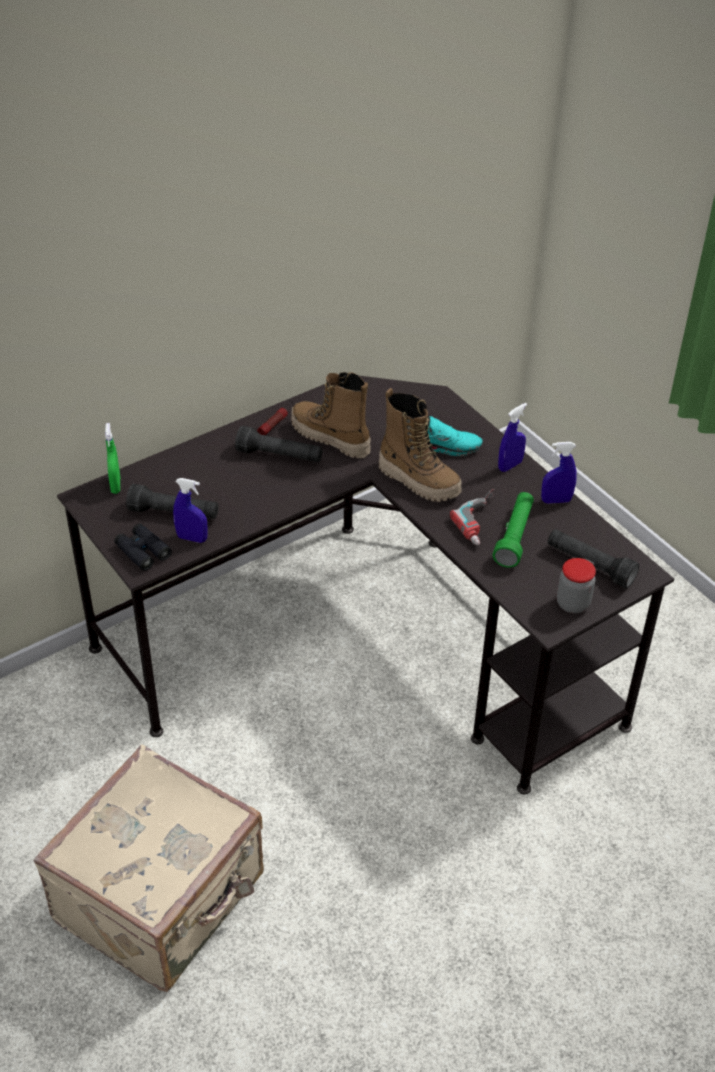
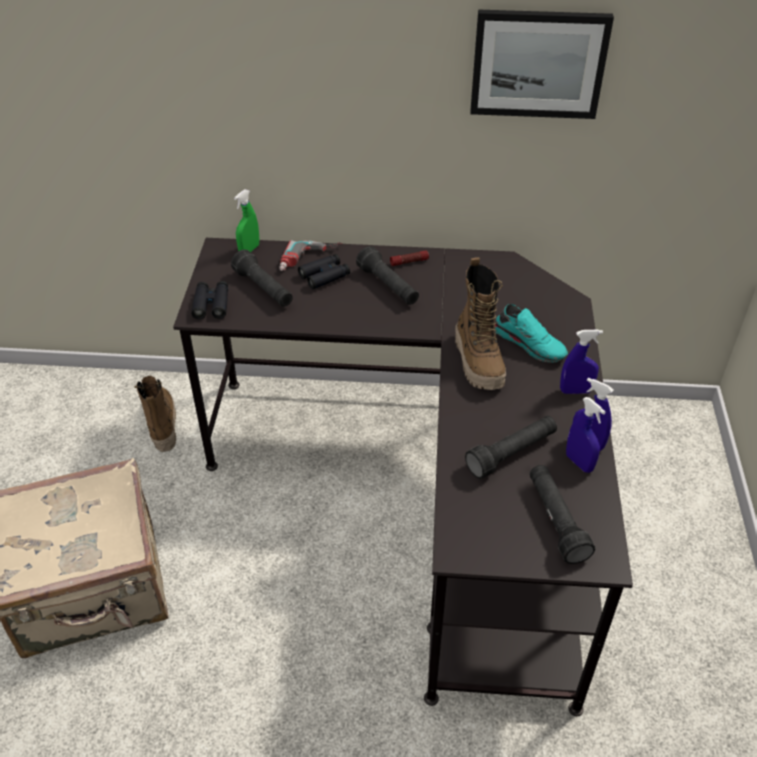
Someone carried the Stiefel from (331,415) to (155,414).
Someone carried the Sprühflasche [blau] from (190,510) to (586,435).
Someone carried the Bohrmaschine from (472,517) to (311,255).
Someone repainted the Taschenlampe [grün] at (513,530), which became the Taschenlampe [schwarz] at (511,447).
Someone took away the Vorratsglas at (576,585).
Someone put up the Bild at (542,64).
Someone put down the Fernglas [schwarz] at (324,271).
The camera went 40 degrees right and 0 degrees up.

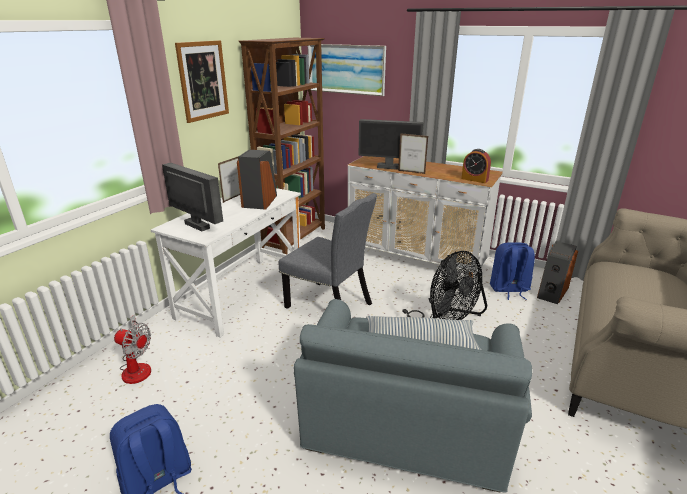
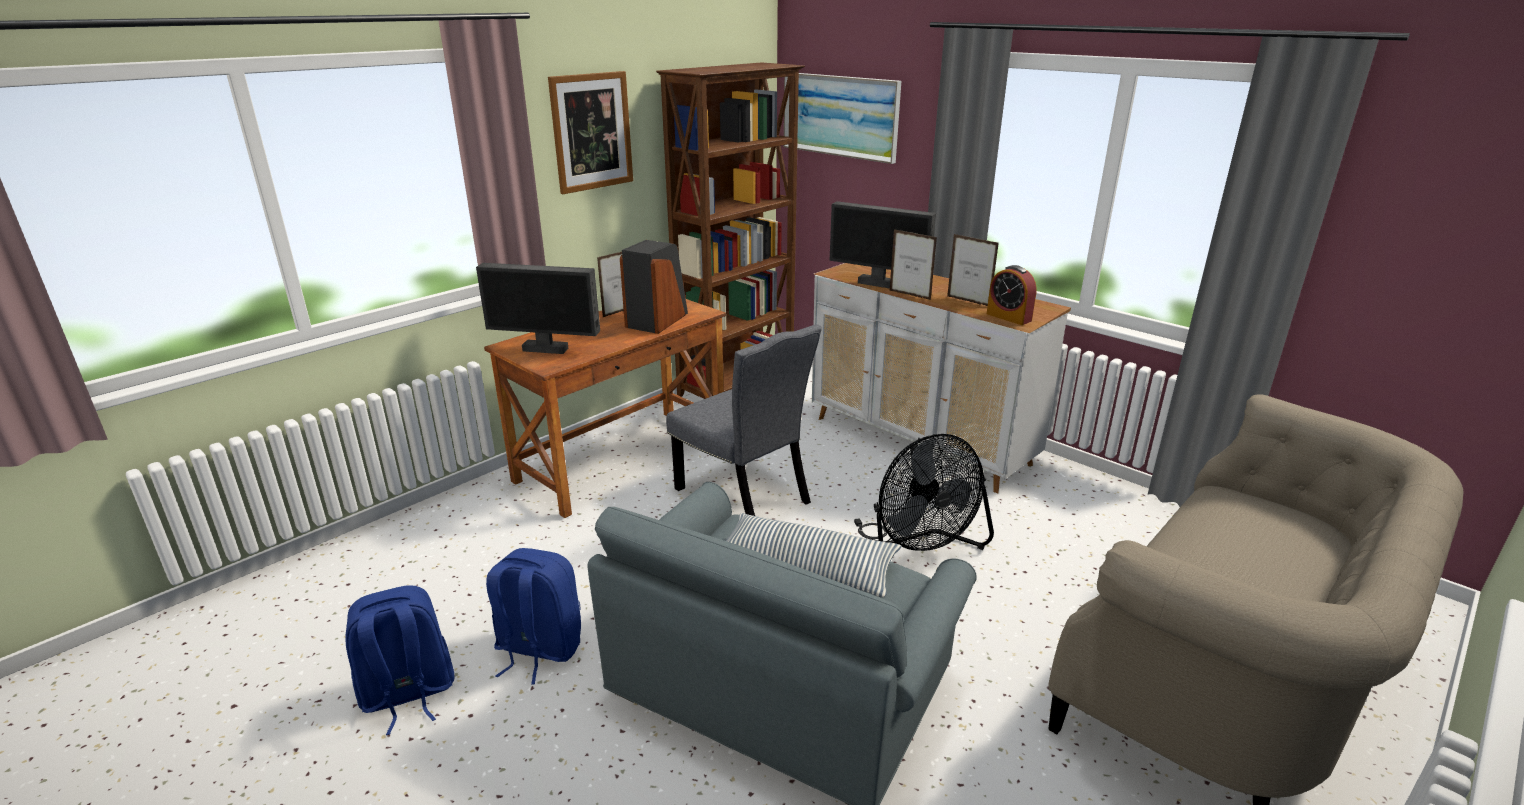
Someone rotated the Monitor at (192,197) by 135 degrees clockwise.
Someone repainted the Schreibtisch [weiß] at (226,263), which became the Schreibtisch [braun] at (605,408).
Someone took away the Lautsprecher at (557,272).
Someone carried the Rucksack [blau] from (512,271) to (533,616).
Someone took away the Ventilator at (132,349).
Someone put down the Bilderrahmen at (973,270).
The camera went 15 degrees right and 0 degrees up.

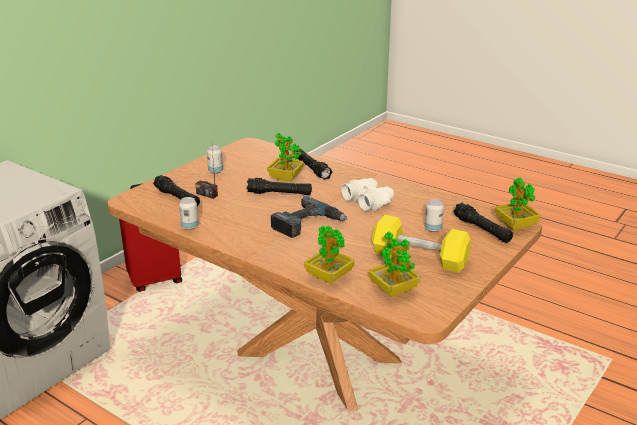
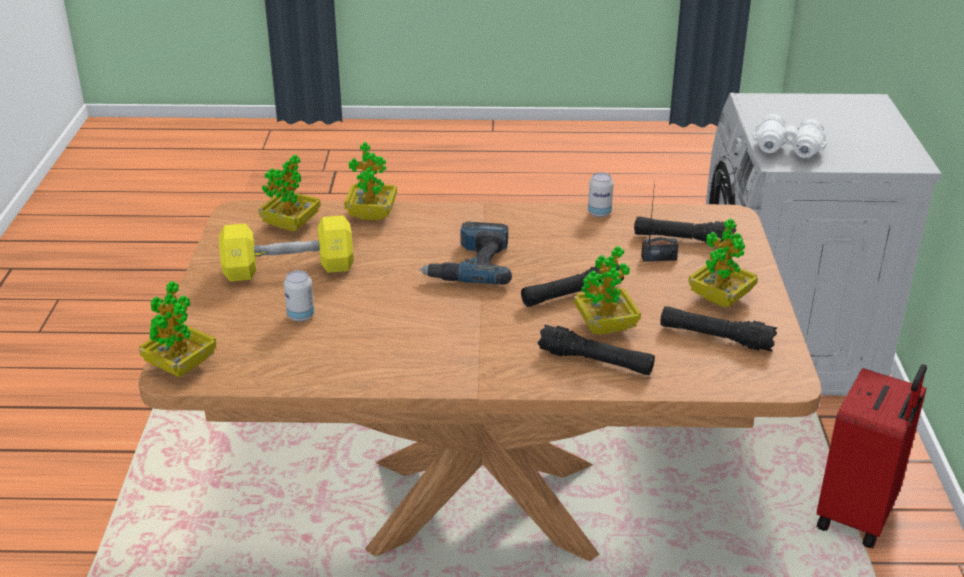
Someone swapped the Dose at (215,159) for the Topfpflanze at (723,262).
Someone carried the Fernglas [weiß] from (367,194) to (790,136).
Someone carried the Taschenlampe [schwarz] from (483,223) to (718,329).
The camera went 145 degrees right and 5 degrees up.

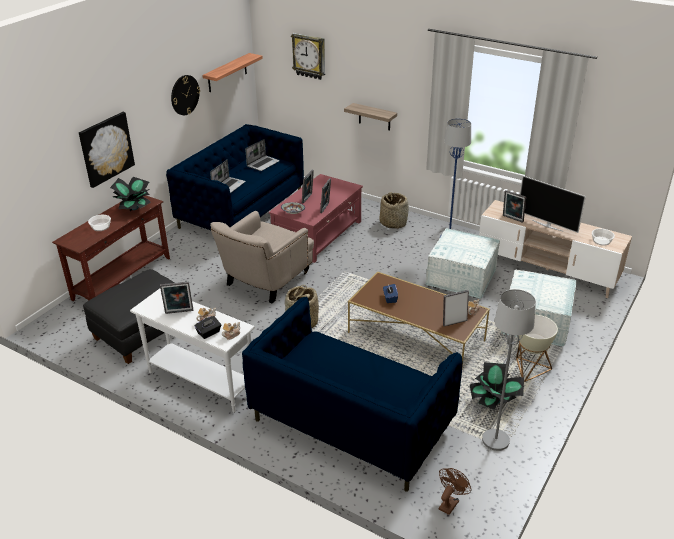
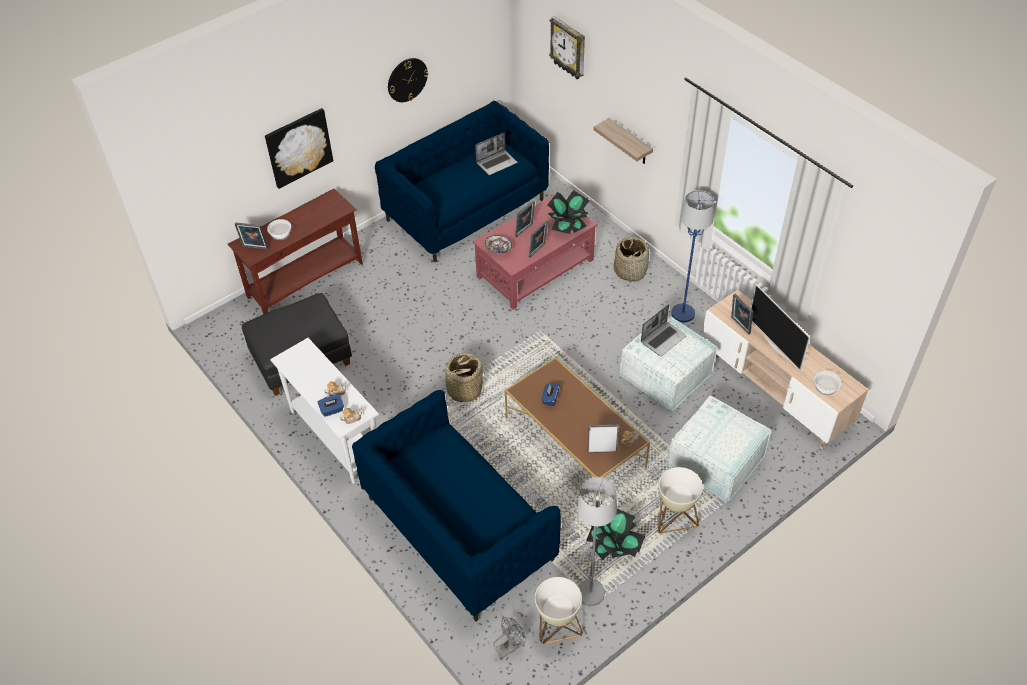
Someone took away the Wandregal at (232,72).
Someone carried the Laptop from (228,176) to (664,330).
Someone carried the Topfpflanze from (130,194) to (568,212).
Someone took away the Sessel [beige] at (262,257).
Someone carried the Bilderrahmen from (176,298) to (251,235).
Someone repainted the Taschentuchbox [schwarz] at (208,327), which became the Taschentuchbox [blau] at (330,405).
Someone repainted the Ventilator [braun] at (455,491), which became the Ventilator [grau] at (509,637).
Someone put down the Pflanzkübel at (559,610).
The camera went 20 degrees right and 15 degrees up.

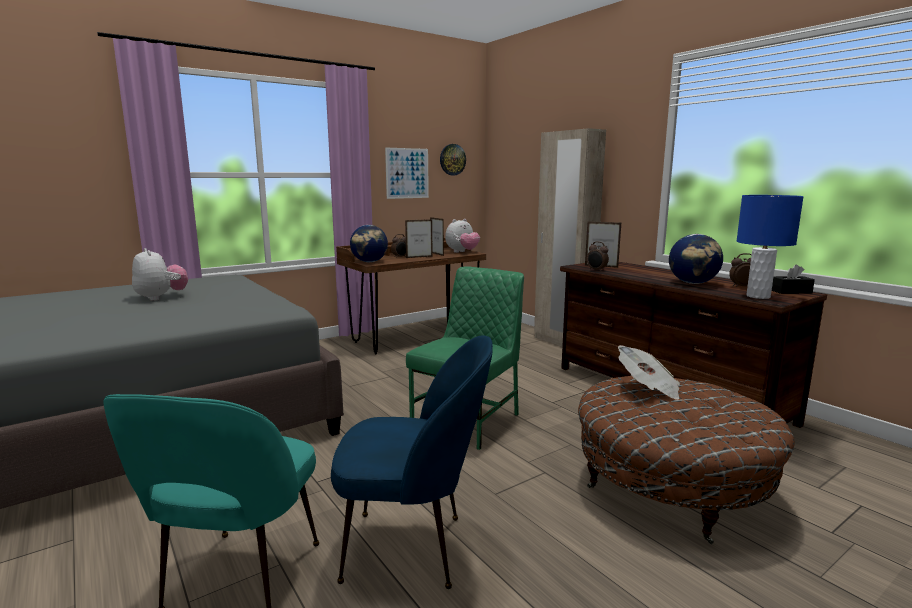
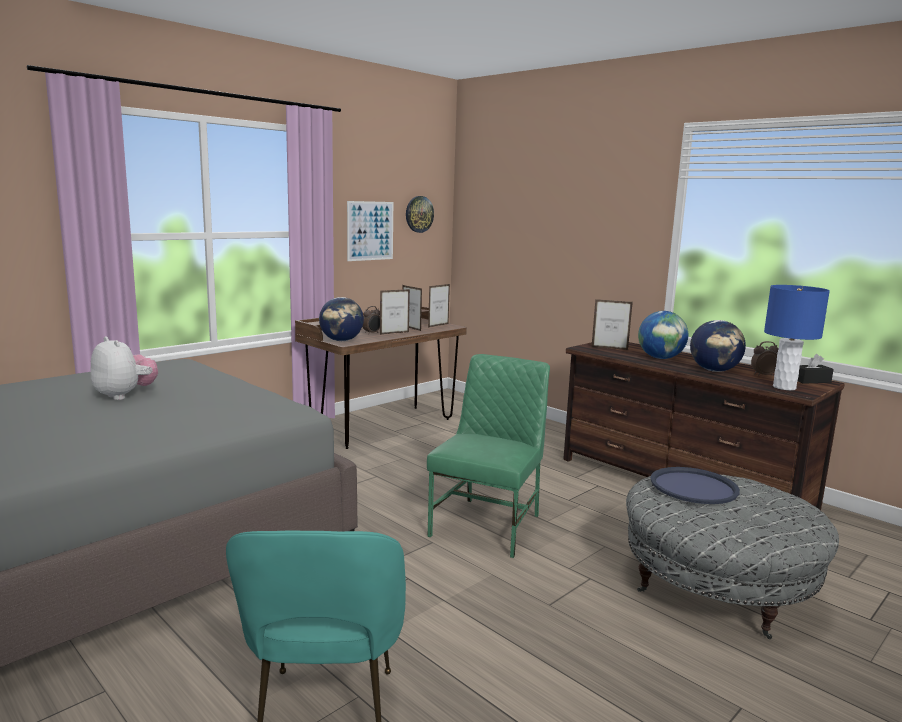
Someone took away the Kleiderschrank [beige] at (570,237).
Someone swapped the Plüschtier at (462,236) for the Bilderrahmen at (439,305).
Someone took away the Wecker at (598,256).
Someone took away the Stuhl [blau] at (412,462).
Someone swapped the Zeitung at (649,372) for the Tablett [blau] at (695,485).
Someone repainted the Polsterhocker [braun] at (686,460), which became the Polsterhocker [grau] at (732,556).
Someone put down the Globus at (663,335).
The camera went 10 degrees left and 0 degrees up.

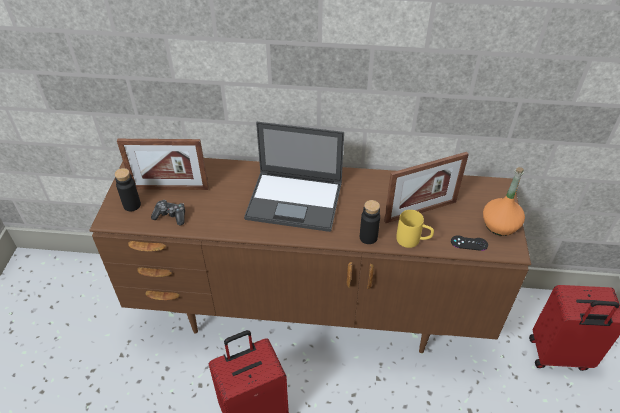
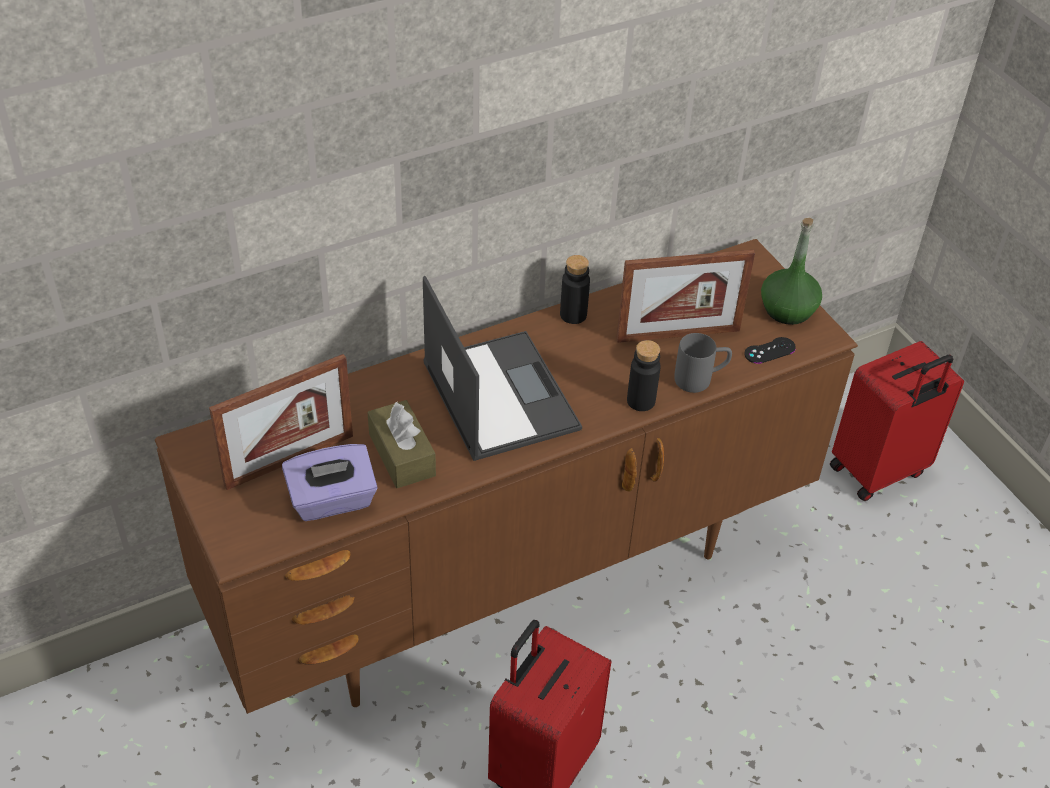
Someone rotated the Laptop at (294,177) by 90 degrees counterclockwise.
Someone rotated the Bilderrahmen at (426,187) by 45 degrees clockwise.
Someone repainted the Flasche [orange] at (504,201), which became the Flasche [grün] at (791,271).
Someone carried the Flasche [schwarz] from (127,190) to (575,289).
Someone swapped the Gamepad at (168,212) for the Taschentuchbox [lila] at (330,482).
Someone repainted the Henkelbecher [gelb] at (415,229), which became the Henkelbecher [grau] at (703,363).
Someone put down the Taschentuchbox [braun] at (402,444).
The camera went 35 degrees left and 0 degrees up.

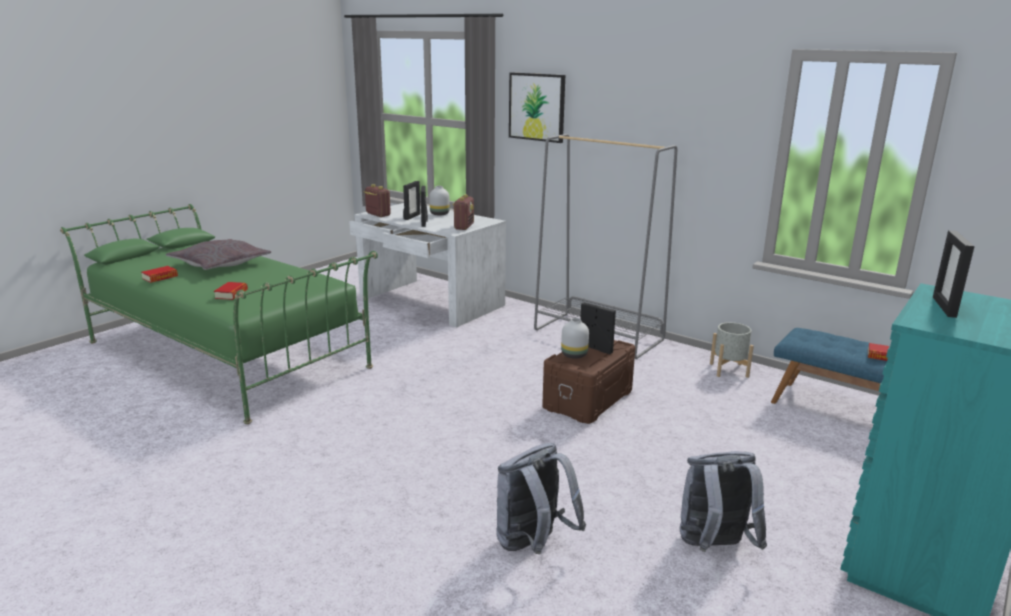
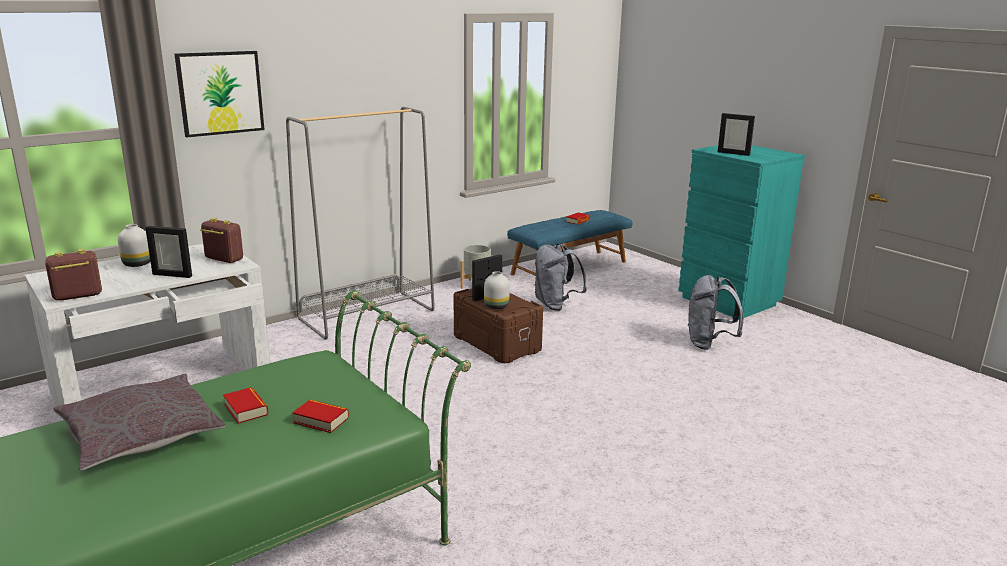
Someone took away the Bilderrahmen at (412,200).
Someone carried the Buch from (159,274) to (245,405).
Someone carried the Rucksack [grau] from (541,498) to (561,277).
The camera went 75 degrees left and 0 degrees up.

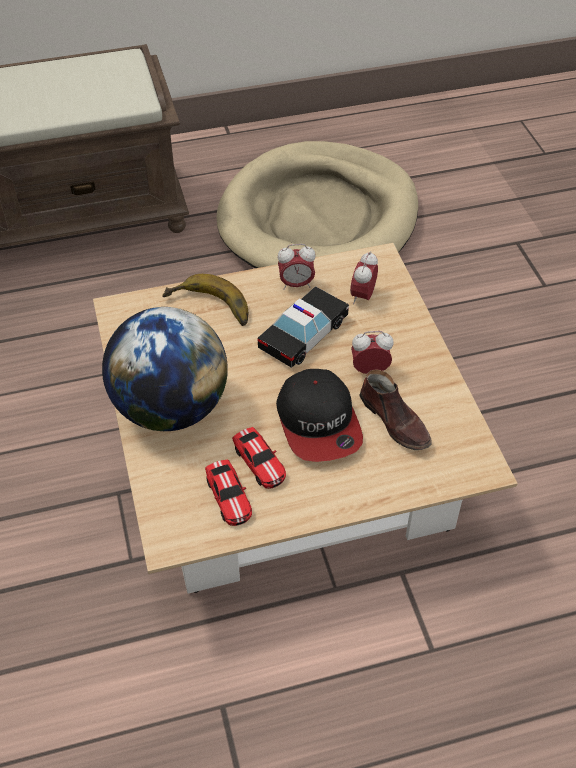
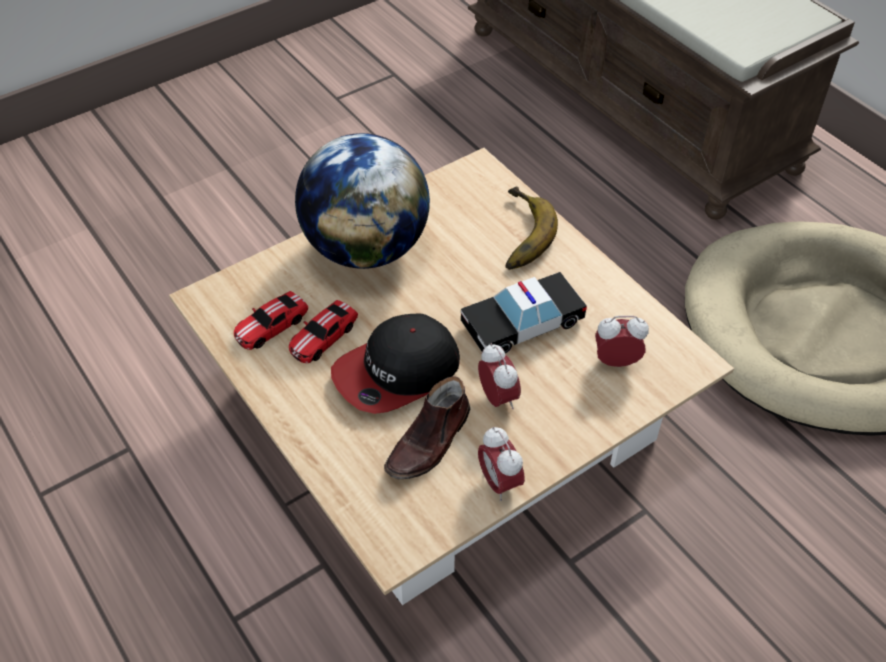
Someone carried the Wecker from (297,267) to (501,464).
Someone rotated the Spielzeugauto at (303,327) by 135 degrees clockwise.
The camera went 70 degrees right and 0 degrees up.

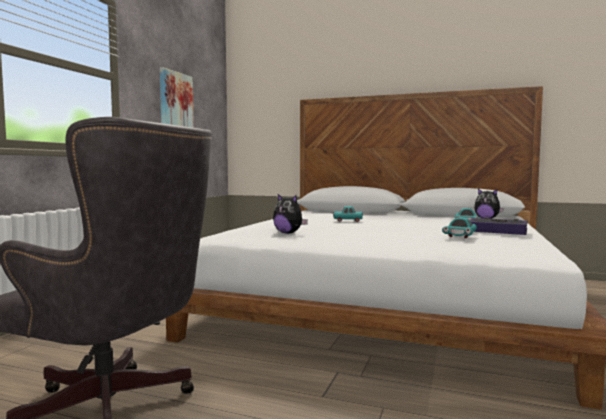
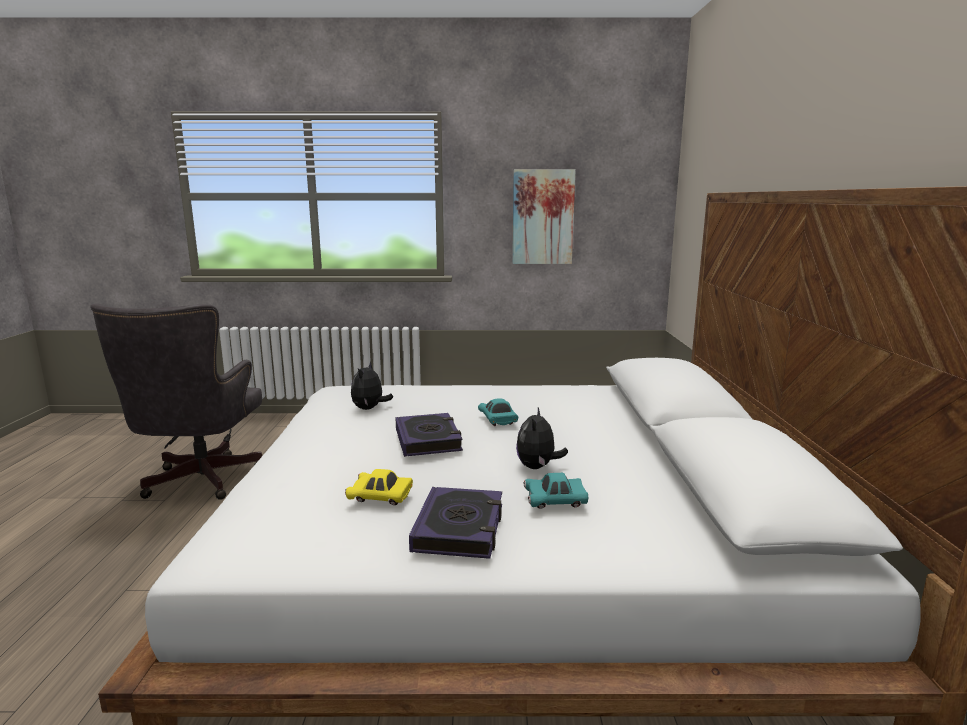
Someone carried the Plüschtier from (489,203) to (542,438).
Someone repainted the Spielzeugauto [türkis] at (459,227), which became the Spielzeugauto [gelb] at (379,487).
Someone put down the Buch at (429,435).
The camera went 70 degrees right and 10 degrees up.

